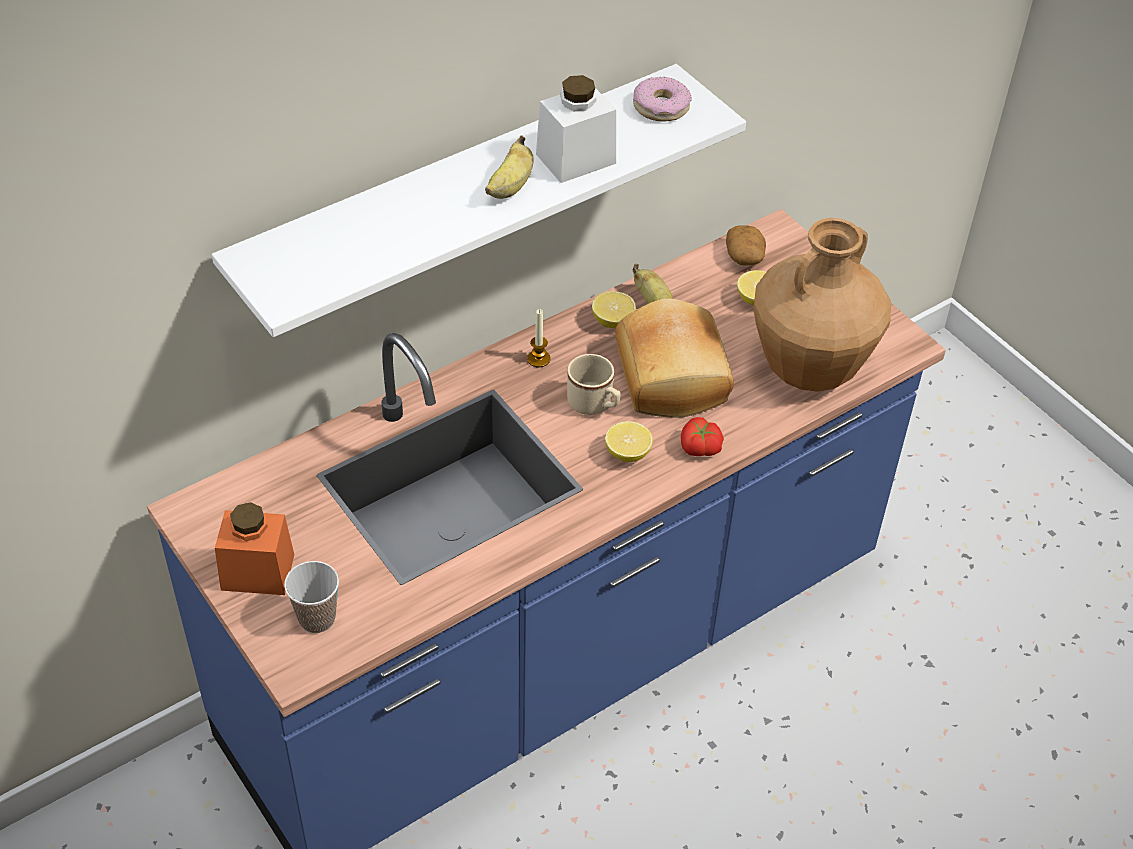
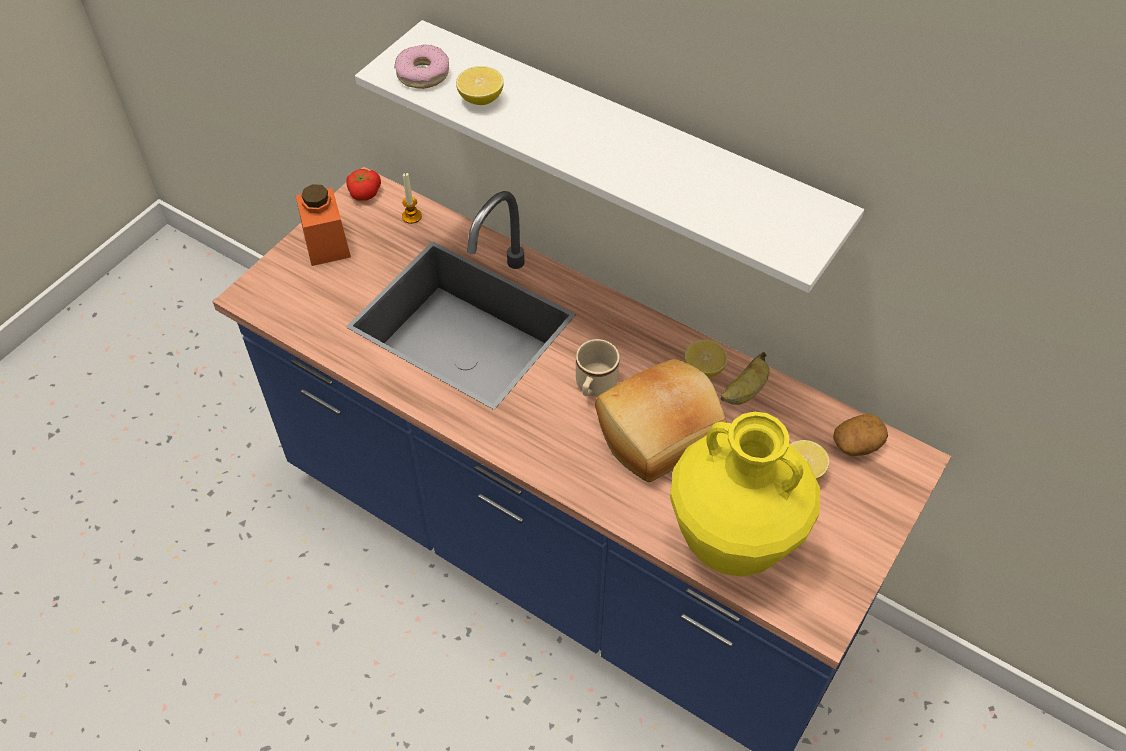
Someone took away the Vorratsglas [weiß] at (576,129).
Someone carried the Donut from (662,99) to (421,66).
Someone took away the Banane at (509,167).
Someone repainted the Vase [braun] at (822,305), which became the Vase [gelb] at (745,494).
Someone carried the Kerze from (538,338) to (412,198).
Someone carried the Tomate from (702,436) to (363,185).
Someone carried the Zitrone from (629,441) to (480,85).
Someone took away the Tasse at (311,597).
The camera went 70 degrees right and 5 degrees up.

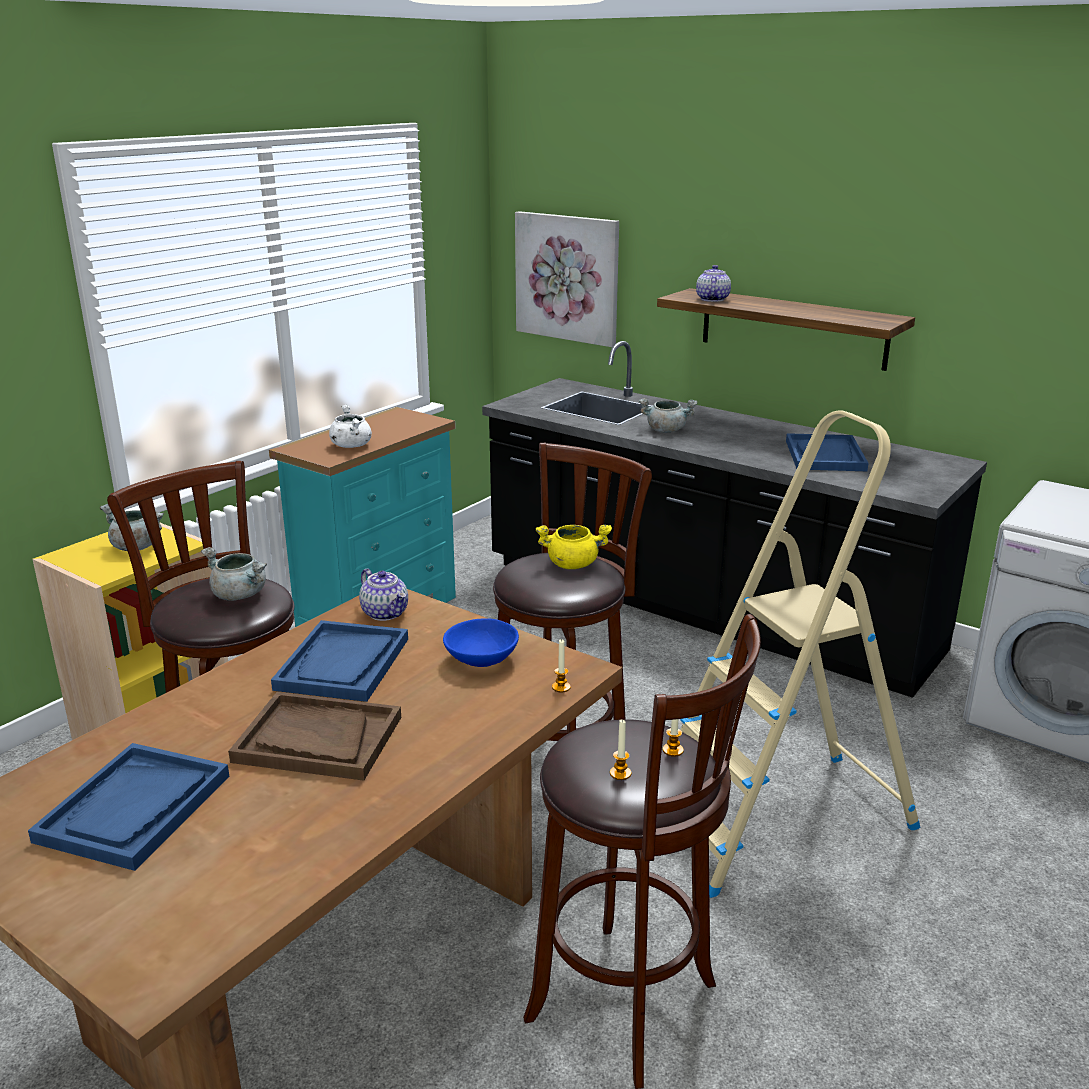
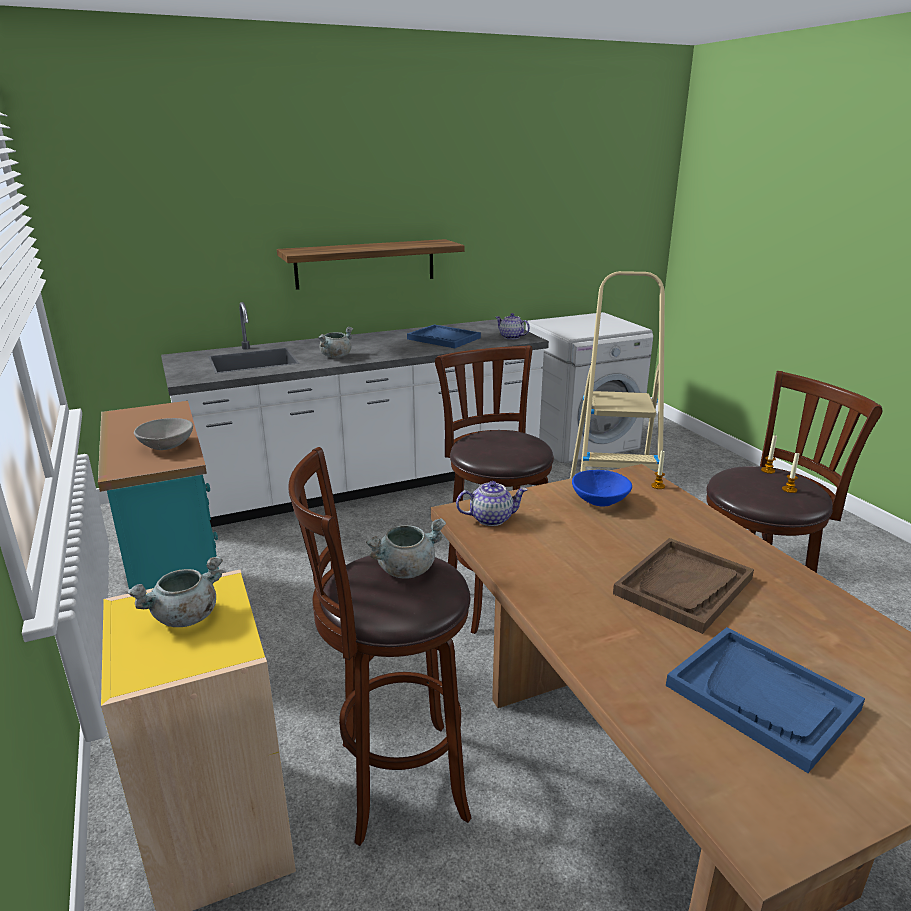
Someone took away the Bild at (567,279).
Someone carried the Teekanne from (713,283) to (513,326).
Someone repainted the Küchenzeile [schwarz] at (734,519), which became the Küchenzeile [weiß] at (355,414).
Someone swapped the Kochtopf [weiß] at (350,426) for the Schüssel [grau] at (163,434).
Someone took away the Kochtopf [gelb] at (574,547).
Someone took away the Tablett [blau] at (339,661).
The camera went 60 degrees left and 0 degrees up.

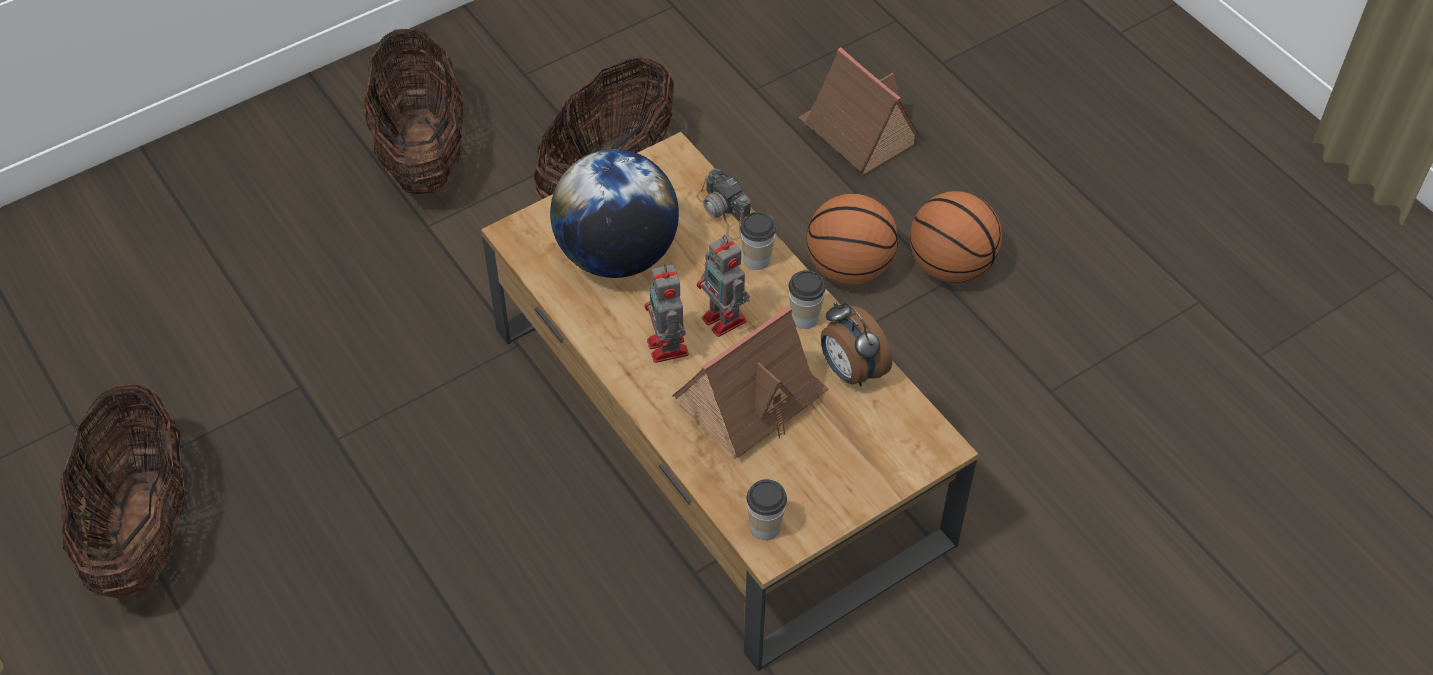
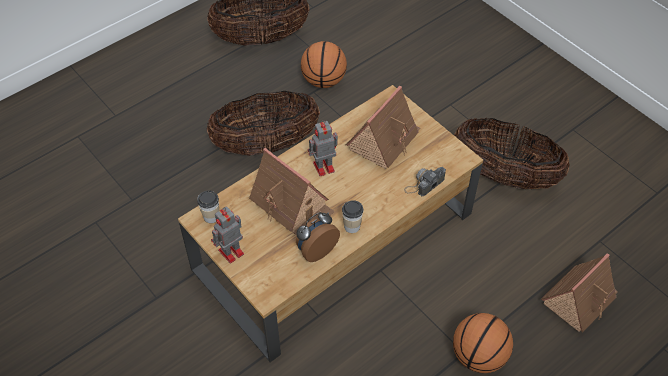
Someone carried the Korb from (414,111) to (263,123).
Someone swapped the Globus at (614,213) for the Spielzeughaus at (383,127).
Someone carried the Basketball from (852,239) to (324,64).
Someone took away the Tasse at (758,241).
Someone carried the Spielzeugroboter from (723,286) to (227,234).
The camera went 85 degrees right and 0 degrees up.

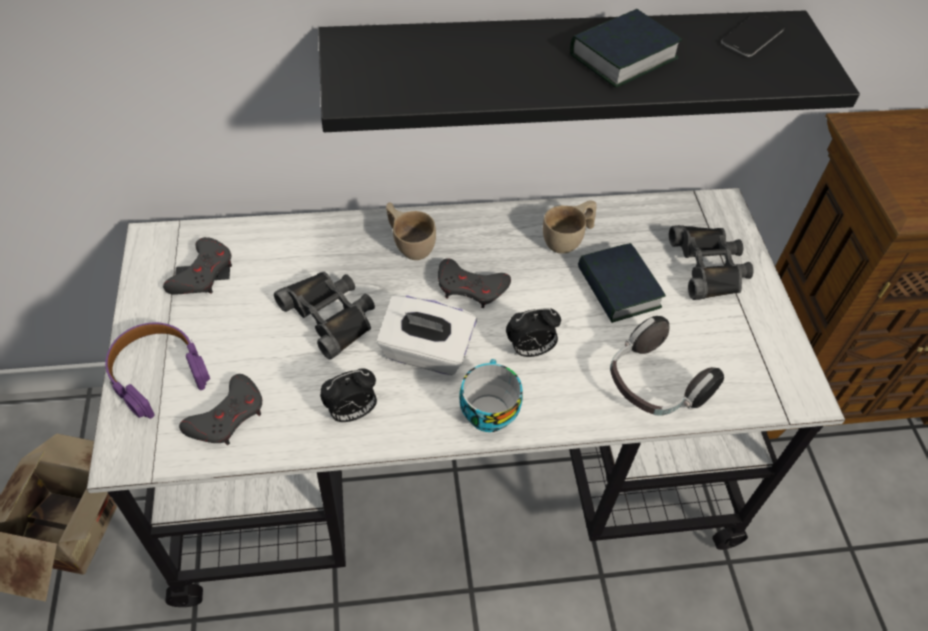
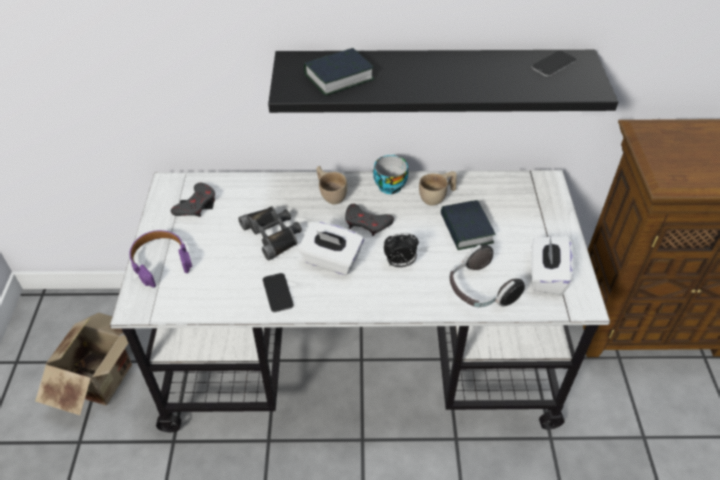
Someone carried the Buch from (626,48) to (339,72).
Someone took away the Fernglas [schwarz] at (711,262).
Someone carried the Tasse from (490,395) to (390,174).
Someone swapped the Wecker at (348,395) for the Handy at (278,293).
Someone took away the Gamepad [grau] at (220,409).
Someone put down the Taschentuchbox [weiß] at (552,265).
The camera went 10 degrees right and 5 degrees down.

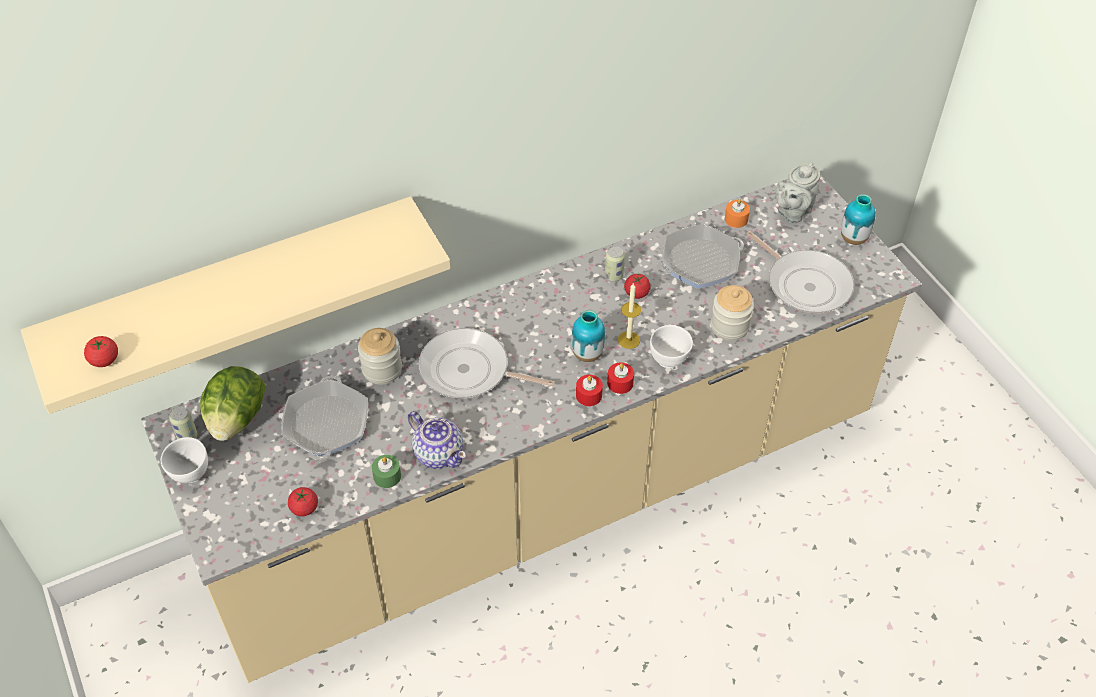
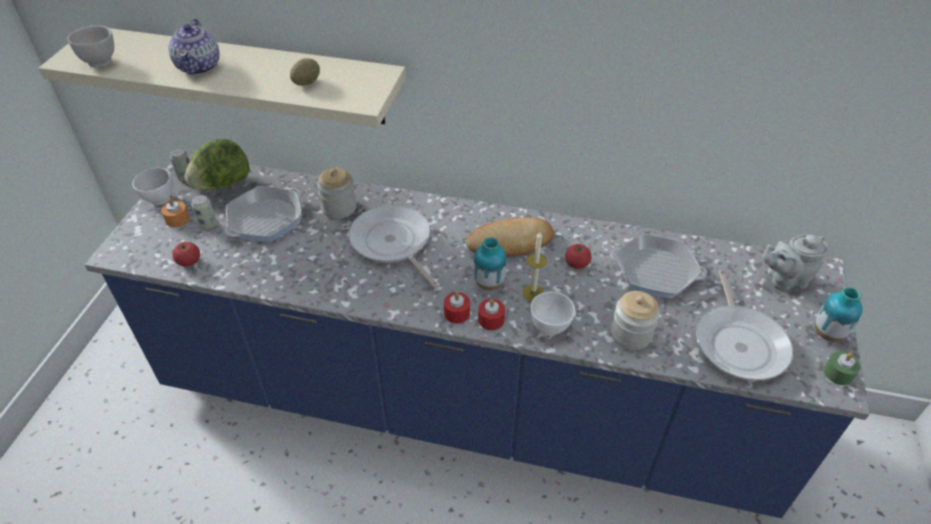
Someone repainted the Küchenzeile [beige] at (531,428), which became the Küchenzeile [blau] at (477,336).
Someone carried the Kerze [orange] from (737,213) to (175,213).
Someone carried the Dose from (615,263) to (204,212).
Someone swapped the Tomate at (101,351) for the Schüssel [weiß] at (91,46).
Someone carried the Teekanne from (436,440) to (193,47).
Someone carried the Kerze [grün] from (386,471) to (842,368).
Someone put down the Kartoffel at (305,72).
Someone put down the Brot at (509,237).
The camera went 40 degrees right and 5 degrees down.

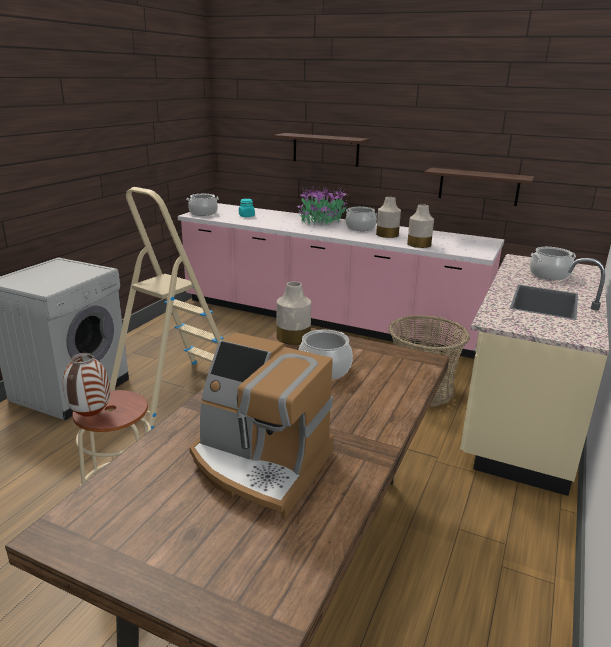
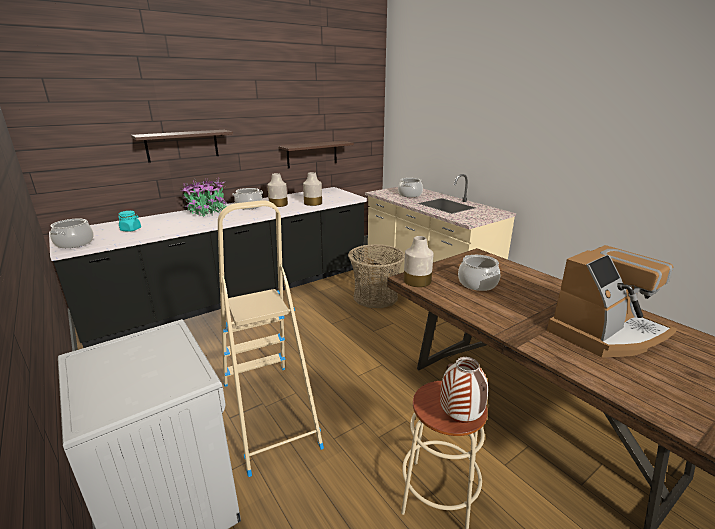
Someone repainted the Küchenzeile [rosa] at (341,281), which became the Küchenzeile [schwarz] at (208,267).
The camera went 60 degrees left and 0 degrees up.

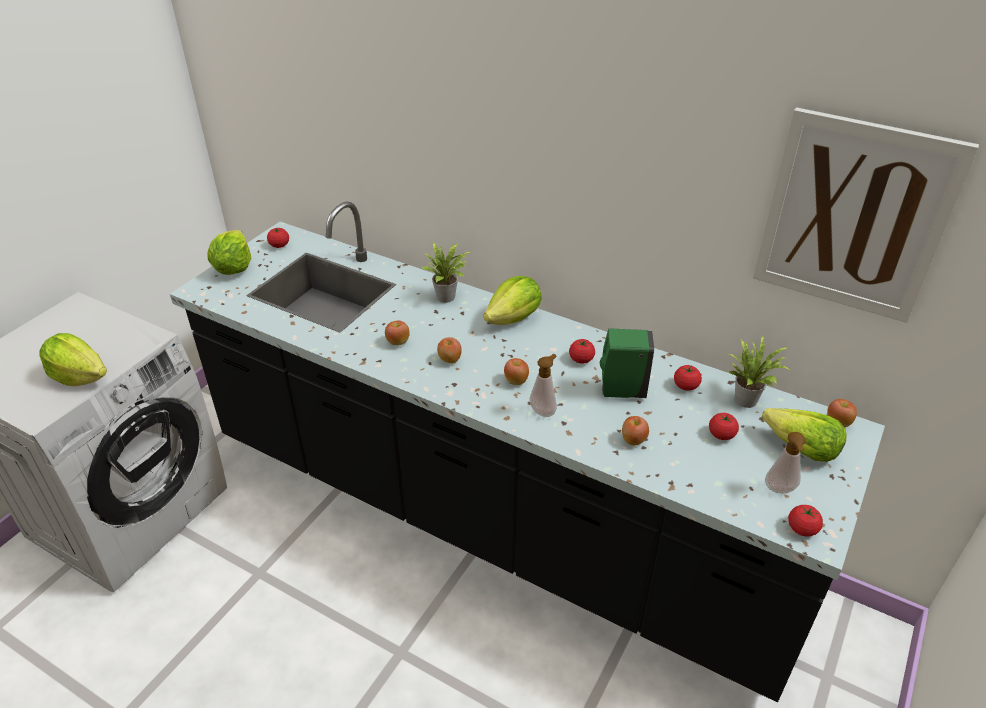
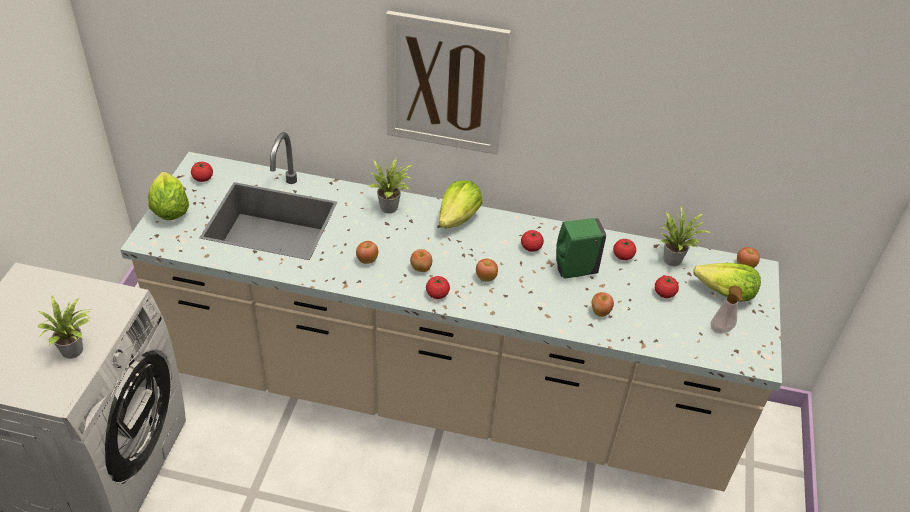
Someone carried the Bild from (866,215) to (448,83).
Someone repainted the Küchenzeile [schwarz] at (527,452), which became the Küchenzeile [beige] at (451,311).
Someone swapped the Salatkopf at (73,359) for the Topfpflanze at (63,327).
Someone took away the Seifenspender at (543,385).
Someone carried the Tomate from (805,521) to (438,287).
The camera went 20 degrees left and 5 degrees up.

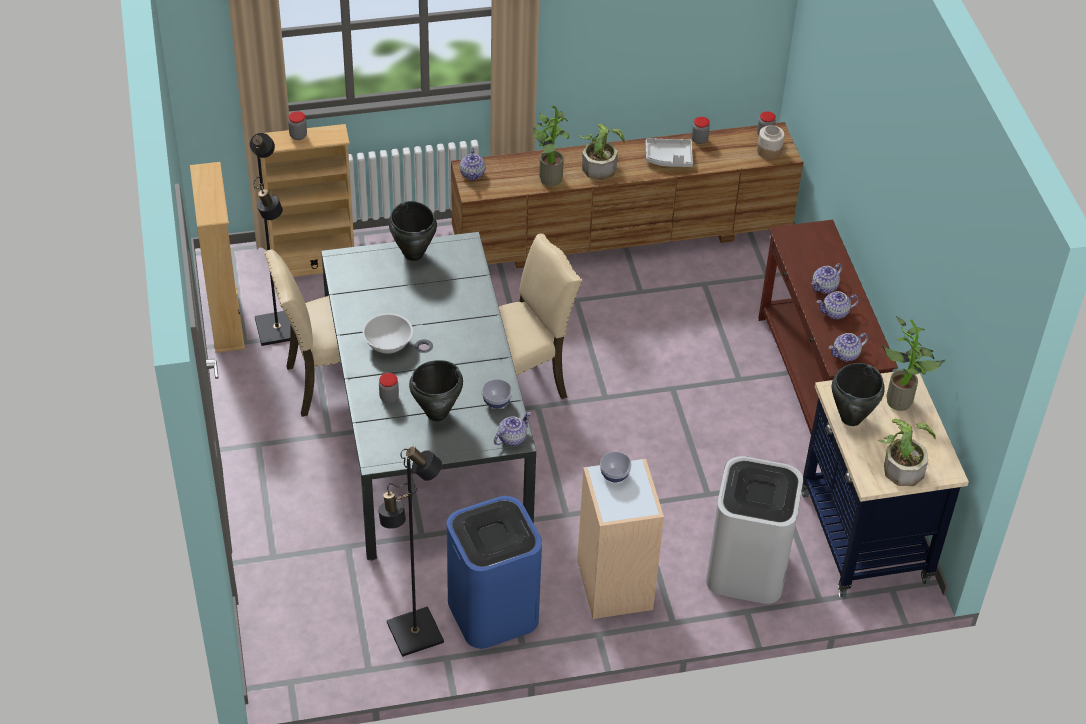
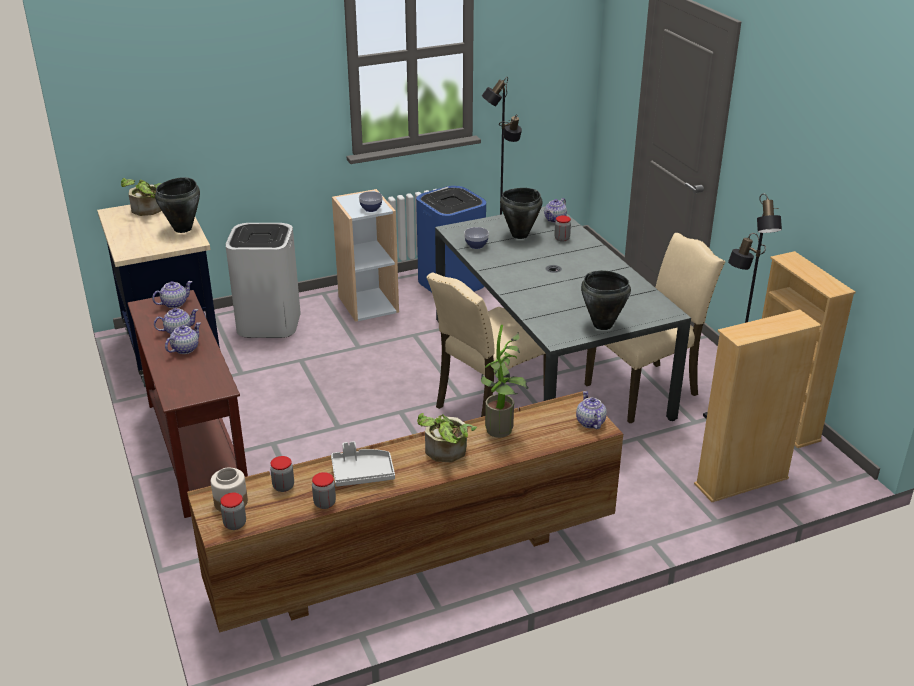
Someone carried the Vorratsglas from (297,125) to (282,474).
Someone took away the Schüssel [weiß] at (387,333).
Someone took away the Topfpflanze at (913,363).
Someone carried the Teekanne from (512,429) to (555,210).
The camera went 170 degrees right and 15 degrees down.

